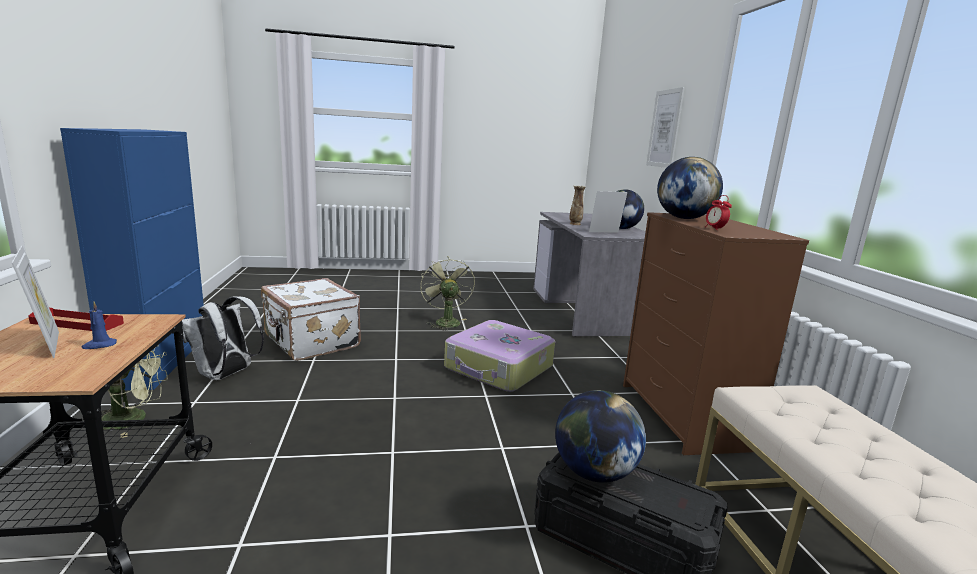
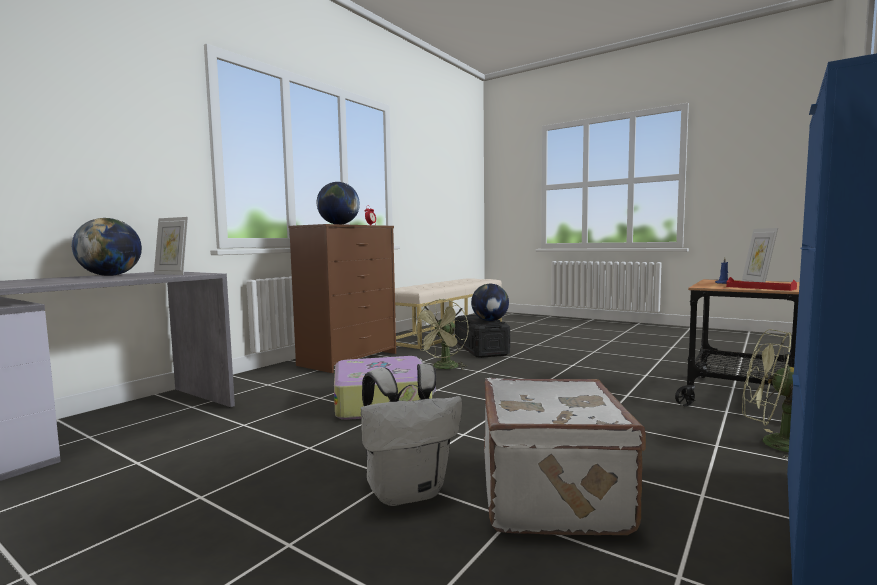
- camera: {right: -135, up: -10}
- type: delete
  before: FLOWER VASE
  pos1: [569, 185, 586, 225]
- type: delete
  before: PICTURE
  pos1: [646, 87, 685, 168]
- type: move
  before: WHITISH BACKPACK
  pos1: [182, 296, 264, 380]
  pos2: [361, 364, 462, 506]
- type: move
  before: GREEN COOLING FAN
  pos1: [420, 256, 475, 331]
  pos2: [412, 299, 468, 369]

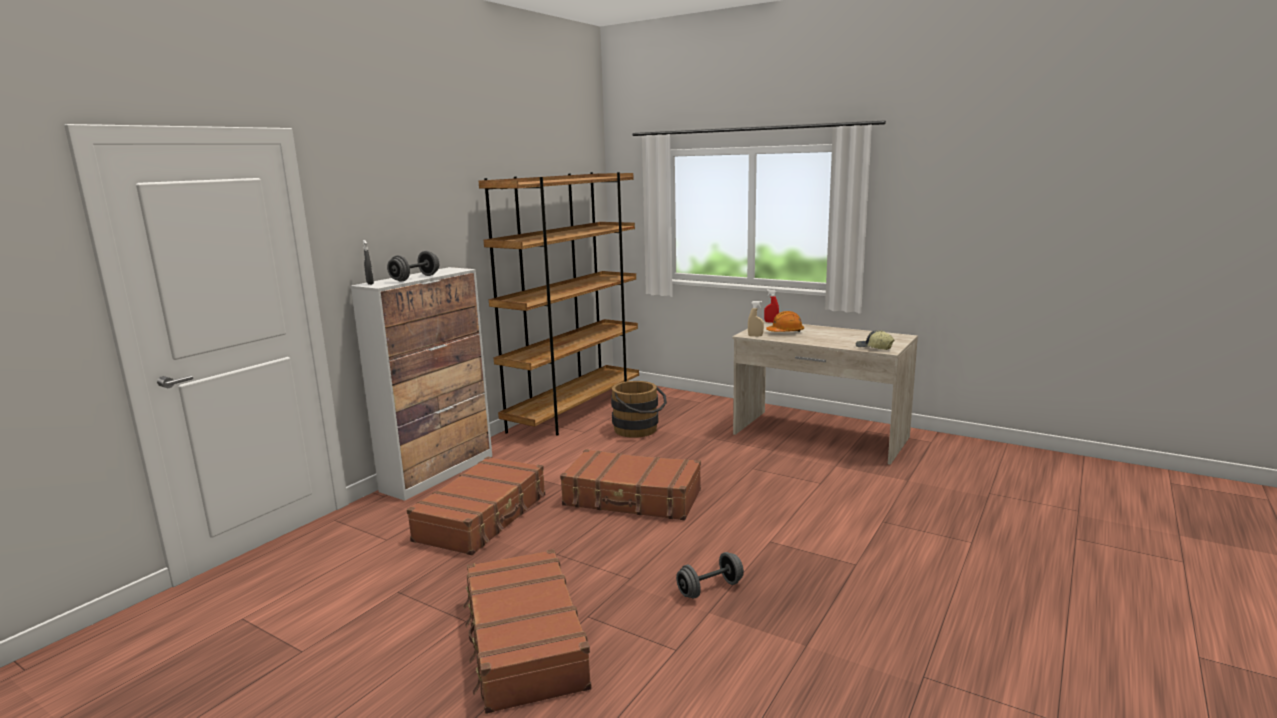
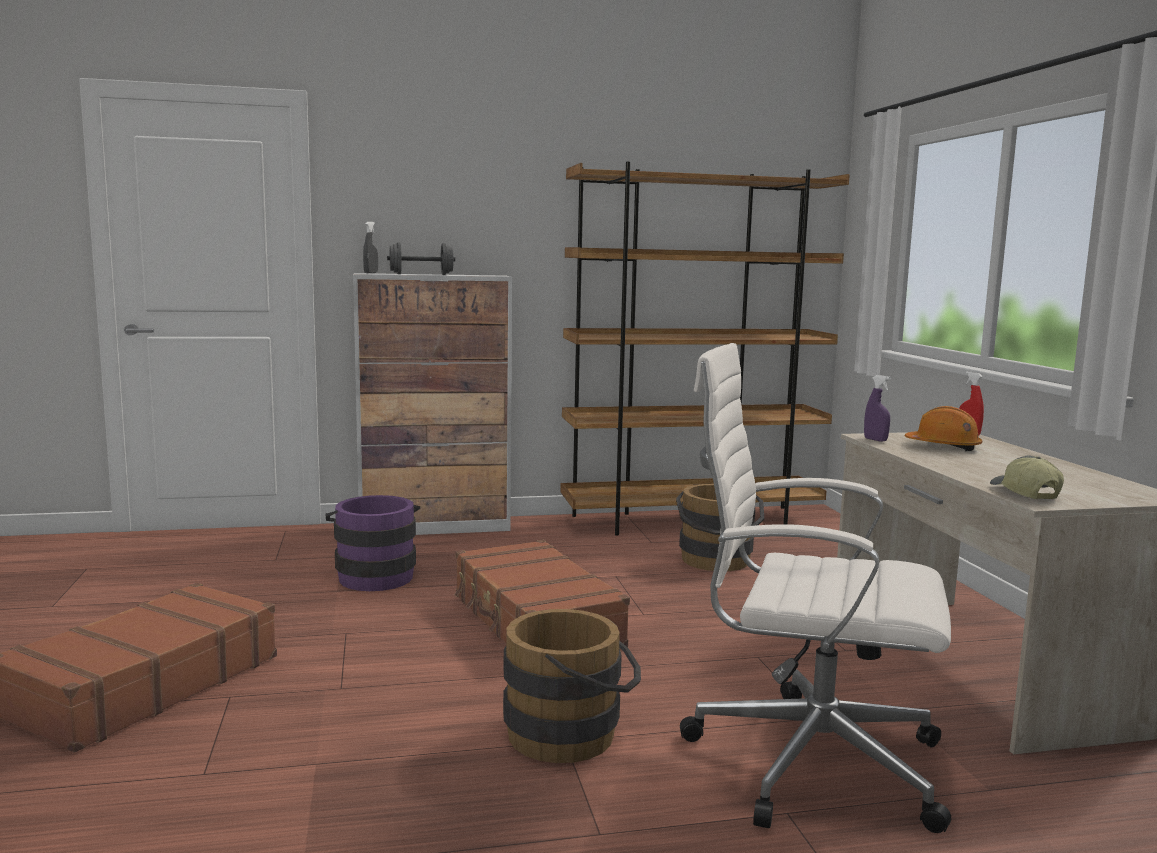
- camera: {right: 45, up: -5}
- type: delete
  before: GREYISH FREE WEIGHT
  pos1: [676, 552, 744, 599]
- type: insert
  after: BROWNISH BUCKET
  pos2: [503, 609, 641, 763]
- type: insert
  after: WHITISH COMPUTER CHAIR
  pos2: [680, 343, 951, 833]
- type: replace
  before: BROWNISH TRAVEL CASE
  after: PURPLE BUCKET
  pos1: [407, 457, 545, 555]
  pos2: [326, 495, 420, 591]
- type: recolor
  before: SAND-COLOURED SPRAYER
  after: PURPLE SPRAYER
  pos1: [748, 301, 764, 336]
  pos2: [864, 375, 891, 441]

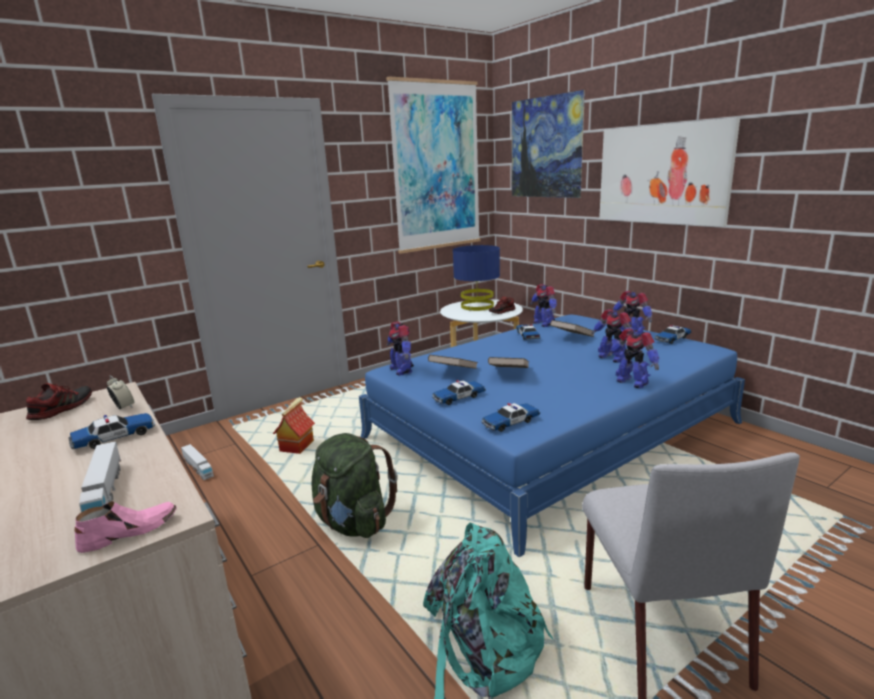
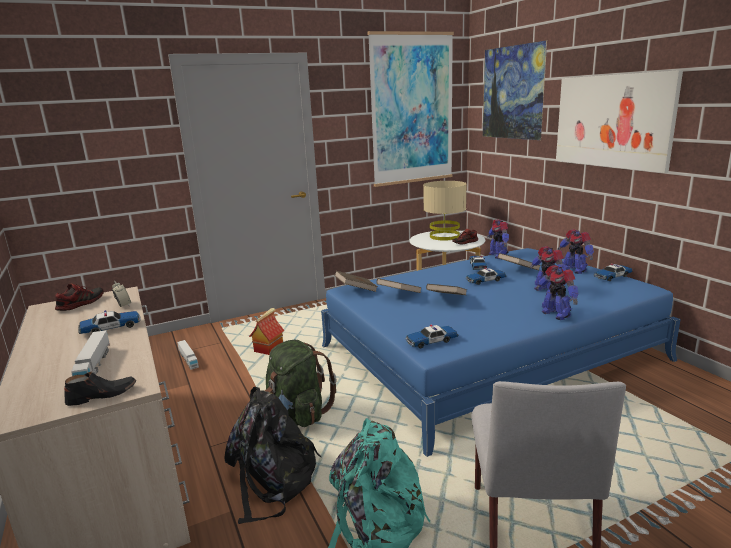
- camera: {right: 10, up: 0}
- type: insert
  after: BLACKISH BACKPACK
  pos2: [224, 387, 322, 524]
- type: move
  before: MODEL CAR
  pos1: [432, 380, 486, 405]
  pos2: [465, 268, 507, 285]
- type: replace
  before: ROBOT FIGURE
  after: BROWNISH BOUND BOOK
  pos1: [387, 322, 414, 376]
  pos2: [335, 271, 378, 292]
- type: recolor
  before: PINK-COLOURED LOW SHOE
  after: BLACKISH LOW SHOE
  pos1: [75, 501, 176, 553]
  pos2: [64, 371, 136, 406]
- type: recolor
  before: BLUE-COLOURED TABLE LAMP
  after: SAND-COLOURED TABLE LAMP
  pos1: [453, 245, 500, 311]
  pos2: [423, 181, 467, 241]

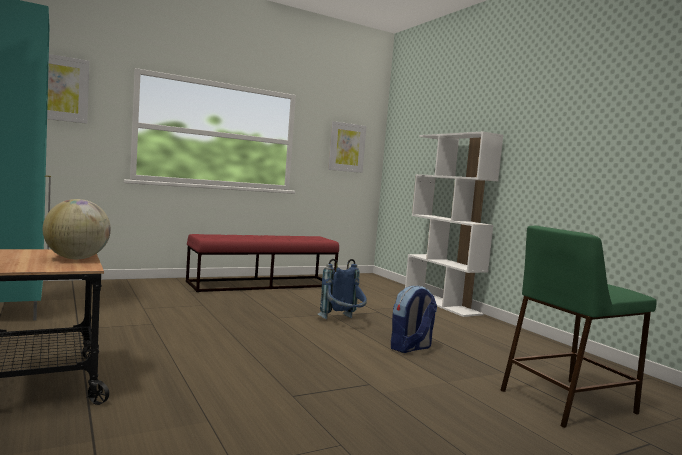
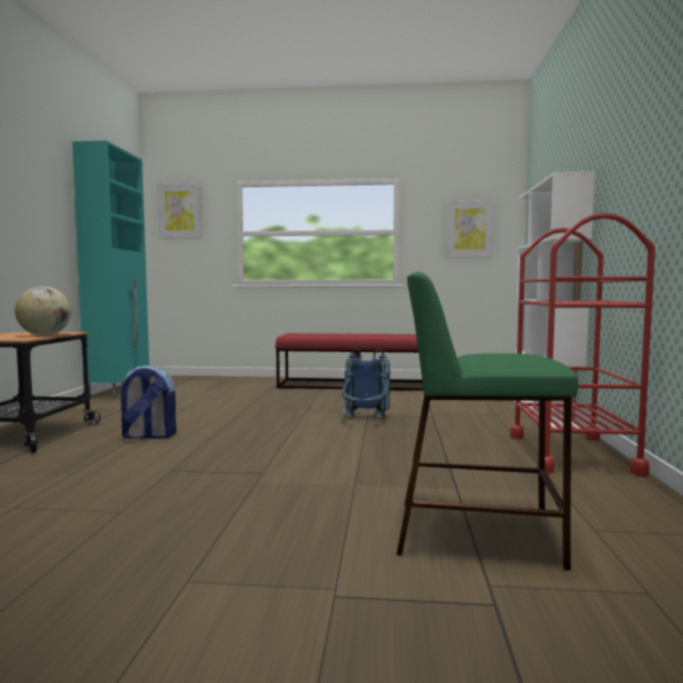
- camera: {right: 35, up: 0}
- type: insert
  after: RED-COLOURED CART
  pos2: [510, 212, 655, 476]
- type: move
  before: BACKPACK
  pos1: [391, 286, 437, 353]
  pos2: [119, 365, 177, 439]

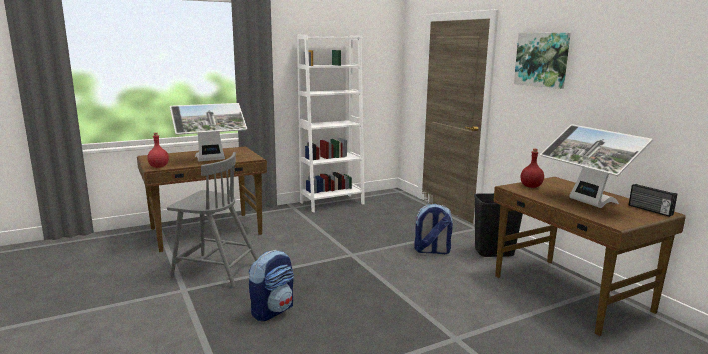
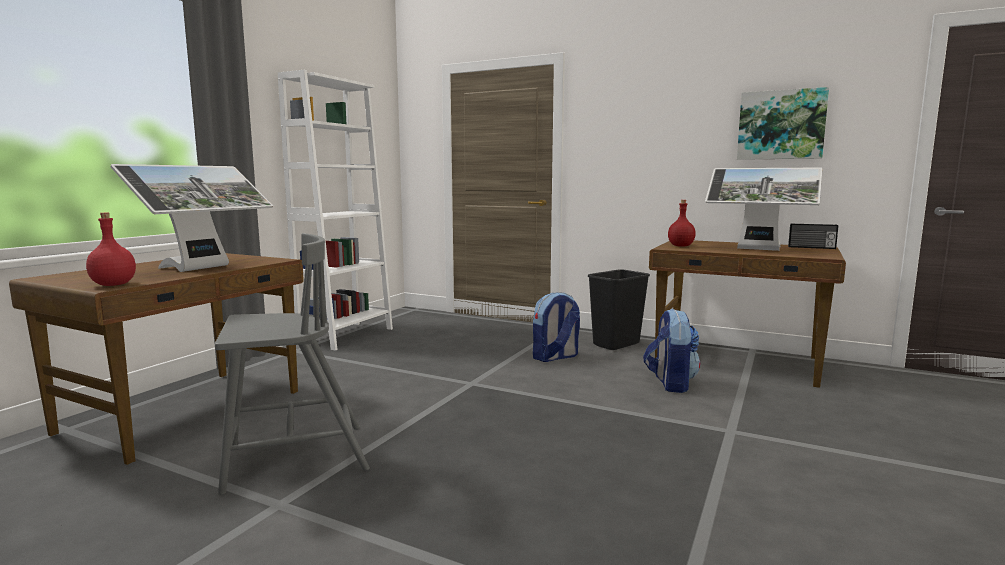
- camera: {right: -35, up: -5}
- type: move
  before: BACKPACK
  pos1: [248, 250, 294, 321]
  pos2: [643, 309, 700, 393]
- type: move
  before: PICTURE
  pos1: [514, 33, 571, 89]
  pos2: [737, 87, 829, 160]

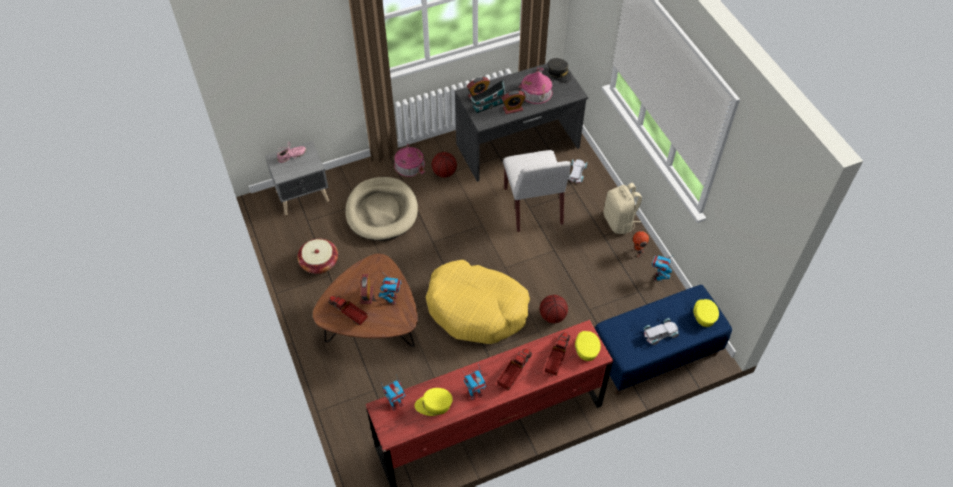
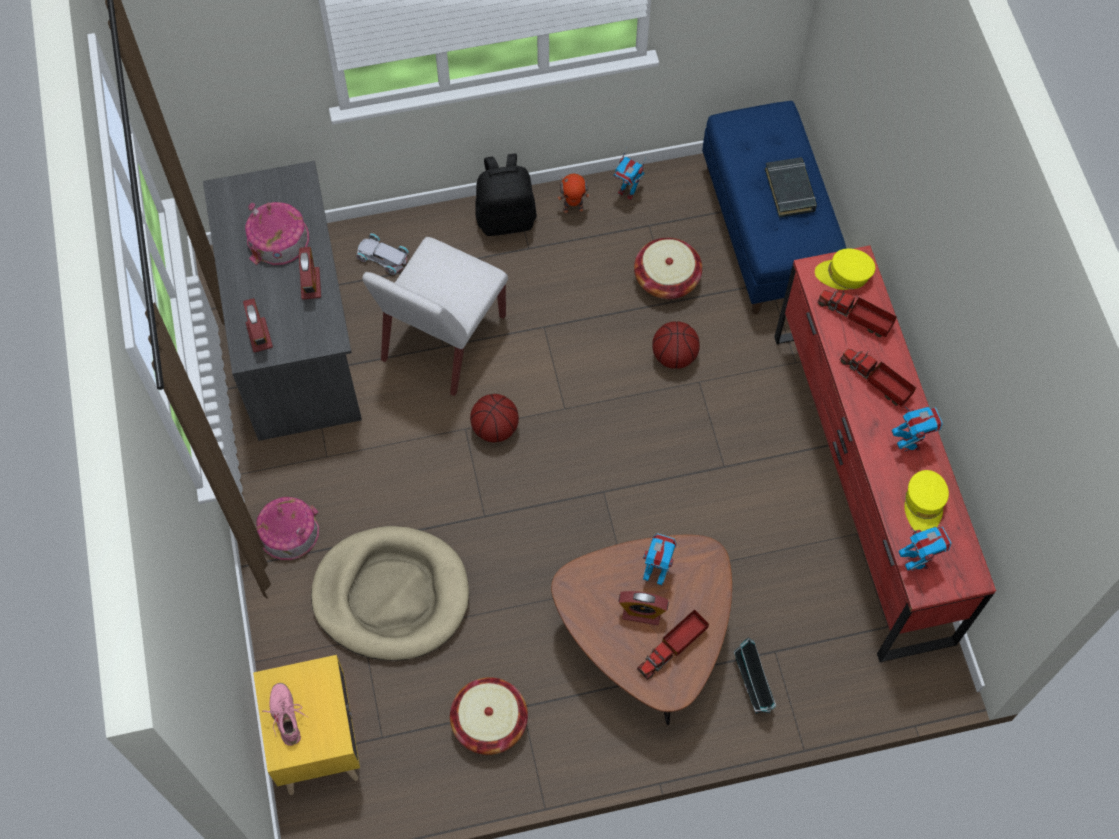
- camera: {right: -80, up: 10}
- type: delete
  before: YELLOW DOG CUSHION
  pos1: [426, 260, 530, 344]
- type: delete
  before: GREYISH CAP
  pos1: [548, 58, 572, 83]
- type: delete
  before: YELLOW CAP
  pos1: [693, 299, 719, 327]
- type: insert
  after: HOUSEHOLD BASKET
  pos2: [634, 238, 702, 299]
- type: move
  before: BASKETBALL BALL
  pos1: [432, 152, 457, 178]
  pos2: [470, 394, 519, 442]
- type: move
  before: TOY HOUSE
  pos1: [470, 80, 506, 113]
  pos2: [734, 637, 776, 714]
- type: replace
  before: WHITISH MODEL CAR
  after: BLACKISH BOUND BOOK
  pos1: [643, 318, 679, 345]
  pos2: [765, 157, 817, 217]
- type: recolor
  before: GREYISH NIGHTSTAND
  after: YELLOW NIGHTSTAND
  pos1: [265, 141, 329, 215]
  pos2: [253, 655, 360, 795]
- type: recolor
  before: SAND-COLOURED BACKPACK
  after: BLACKISH BACKPACK
  pos1: [604, 183, 642, 234]
  pos2: [475, 154, 537, 236]
- type: rotate
  before: WHITISH PLAIN CHAIR
  pos1: [503, 150, 571, 232]
  pos2: [362, 237, 508, 396]
  turn: 120

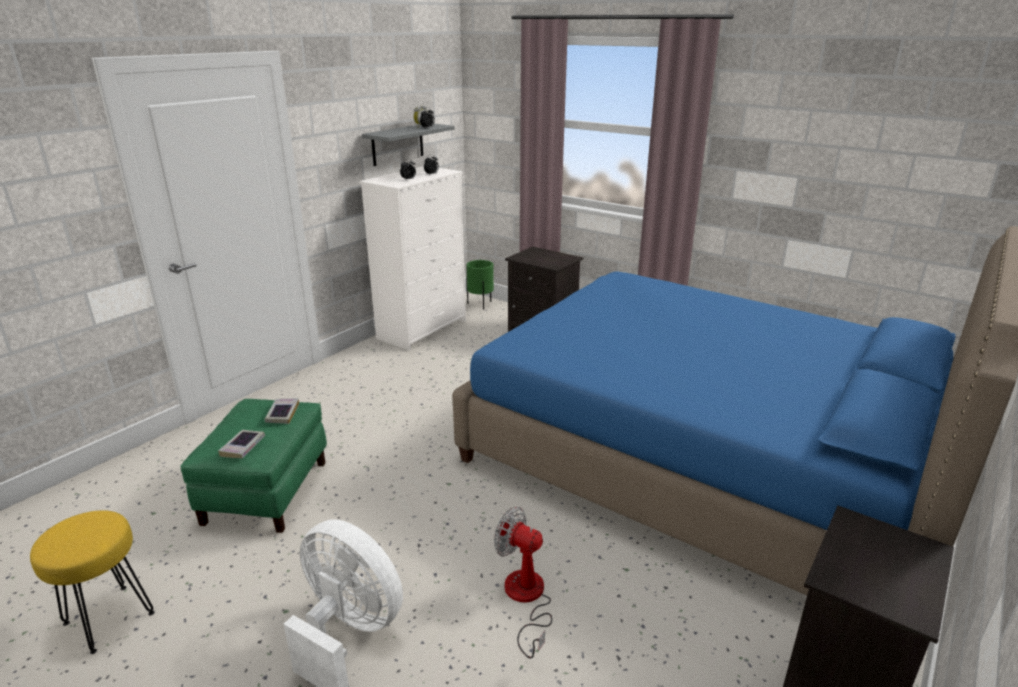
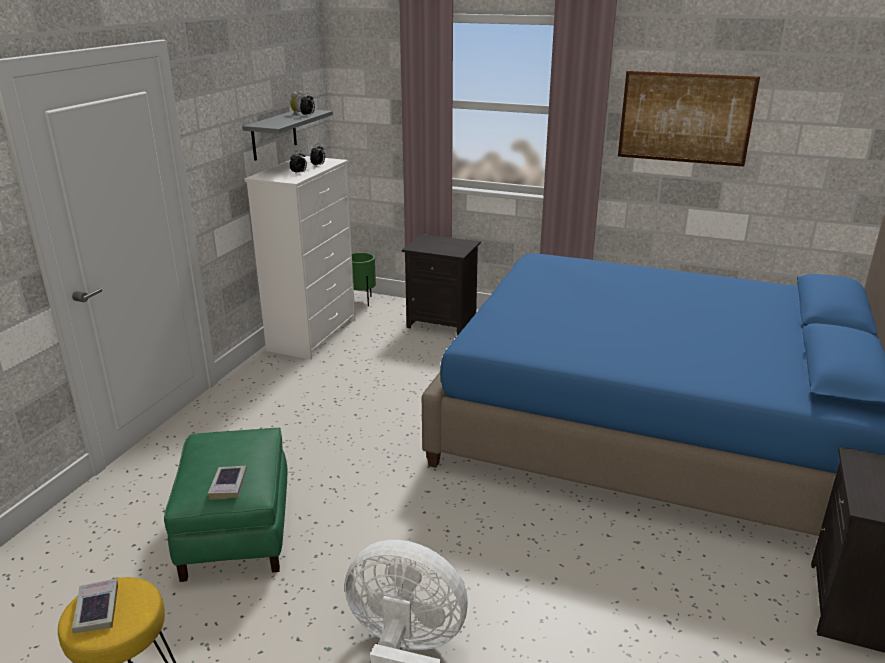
- camera: {right: -15, up: 0}
- type: delete
  before: COOLING FAN
  pos1: [494, 507, 552, 659]
- type: insert
  after: PICTURE
  pos2: [618, 71, 760, 167]
- type: move
  before: BOUND BOOK
  pos1: [265, 398, 299, 424]
  pos2: [72, 578, 118, 633]

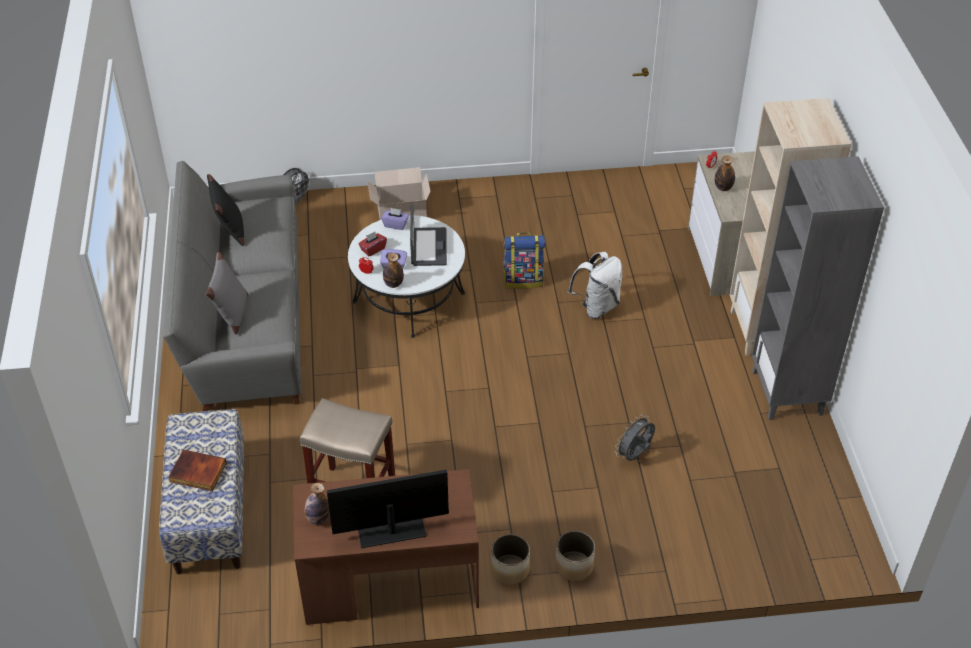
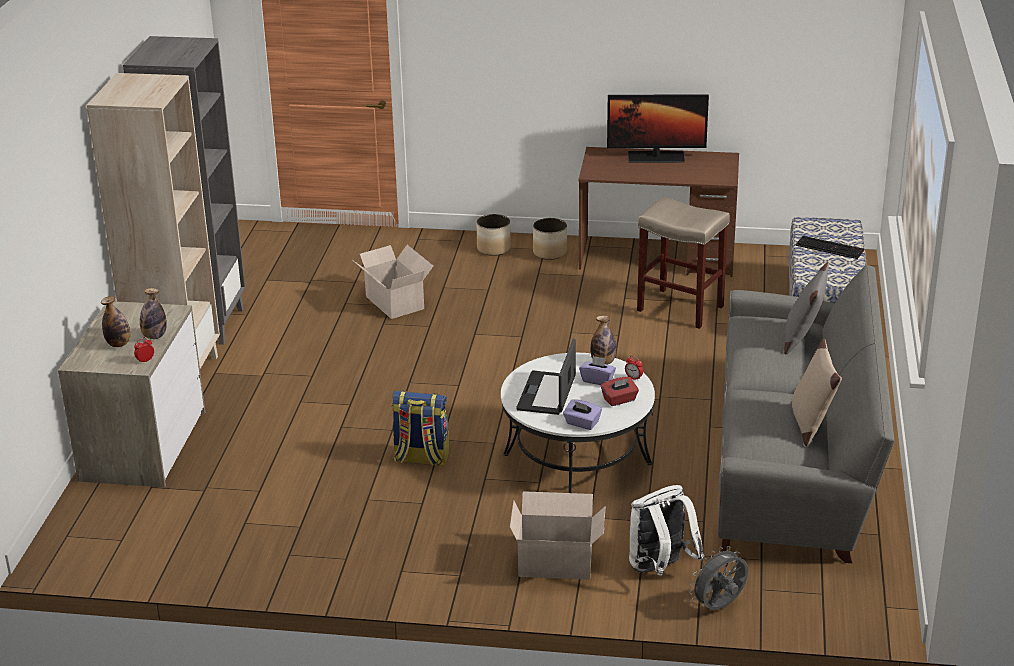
- camera: {right: -165, up: -15}
- type: move
  before: BEVERAGE BOTTLE
  pos1: [304, 483, 329, 525]
  pos2: [101, 296, 130, 347]
- type: move
  before: WHITISH BACKPACK
  pos1: [568, 252, 622, 319]
  pos2: [629, 485, 704, 576]
- type: replace
  before: BOUND BOOK
  after: KEYBOARD
  pos1: [168, 450, 227, 491]
  pos2: [795, 236, 864, 259]
- type: replace
  before: GREYISH COOLING FAN
  after: CARDBOARD BOX
  pos1: [615, 415, 655, 461]
  pos2: [354, 245, 433, 319]
- type: recolor
  before: BLACKISH CUSHION
  after: SAND-COLOURED CUSHION
  pos1: [207, 174, 245, 246]
  pos2: [791, 338, 842, 446]

